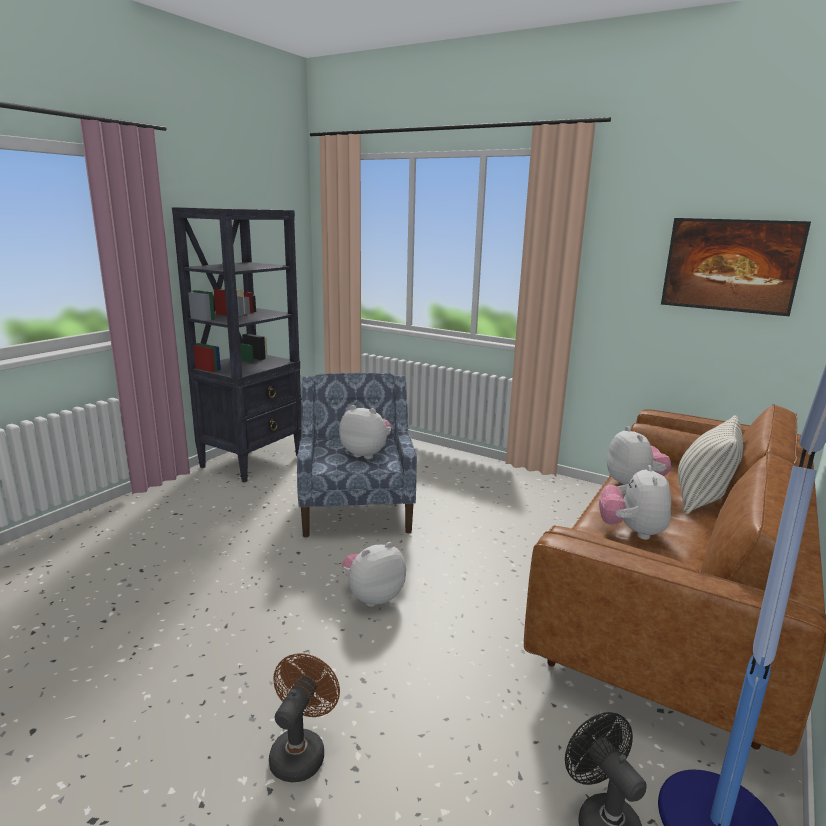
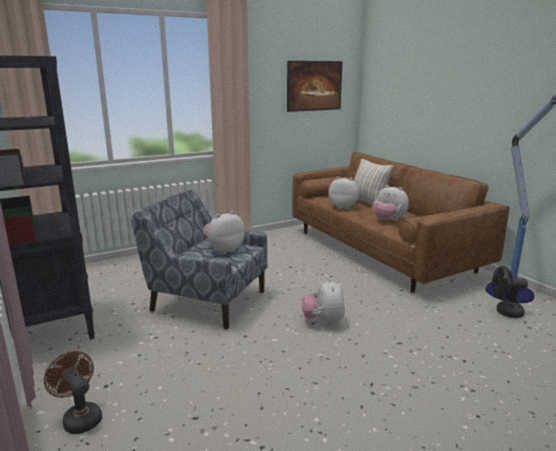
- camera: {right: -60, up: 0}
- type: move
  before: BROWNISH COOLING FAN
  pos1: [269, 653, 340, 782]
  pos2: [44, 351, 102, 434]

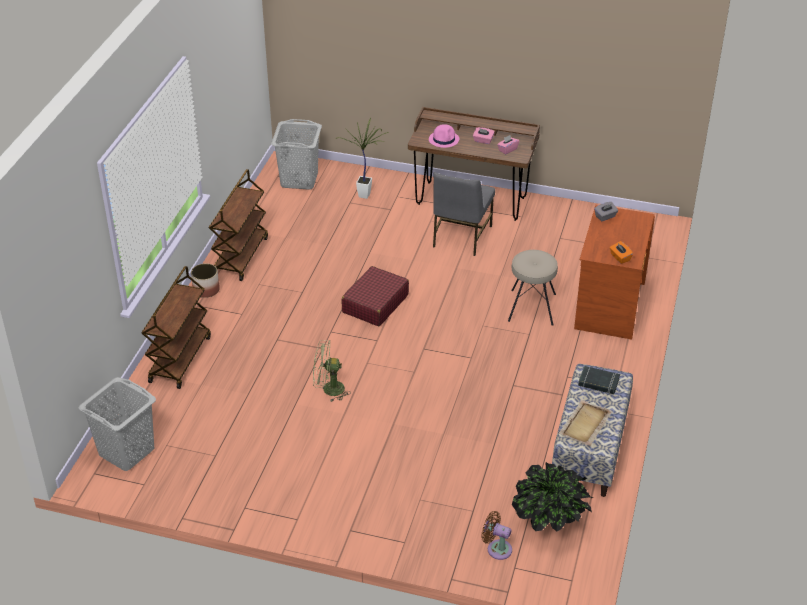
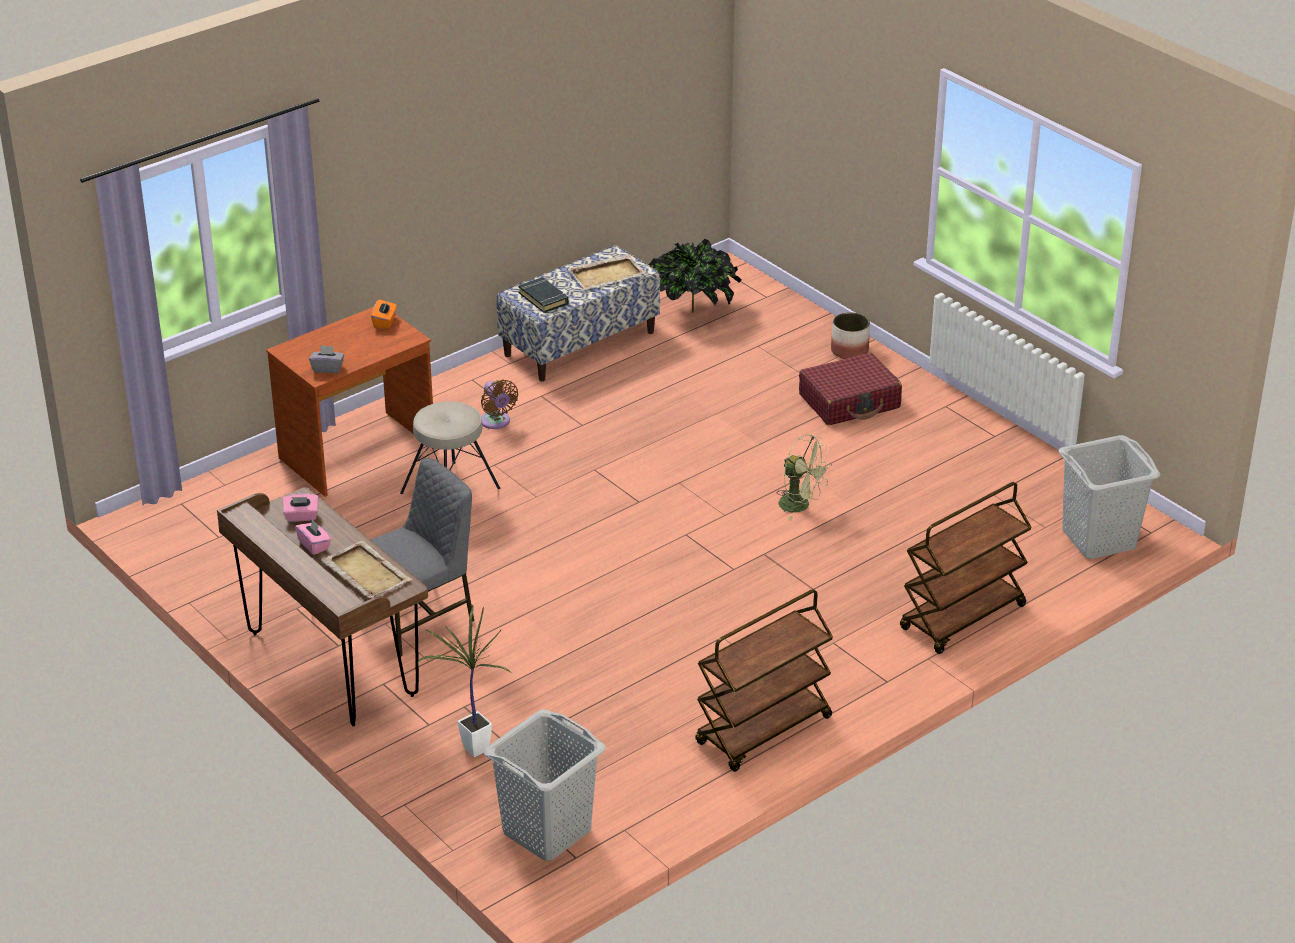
- camera: {right: -145, up: -5}
- type: move
  before: PLANTER
  pos1: [191, 263, 220, 298]
  pos2: [831, 312, 870, 359]
- type: move
  before: RED-COLOURED TRAVEL CASE
  pos1: [341, 266, 409, 326]
  pos2: [799, 353, 902, 425]
- type: move
  before: BROWNISH COOLING FAN
  pos1: [481, 511, 512, 560]
  pos2: [481, 379, 519, 429]
- type: replace
  before: PINK-COLOURED CLOTHING HAT
  after: SAND-COLOURED CARRYING TRAY
  pos1: [429, 124, 460, 148]
  pos2: [321, 540, 412, 598]

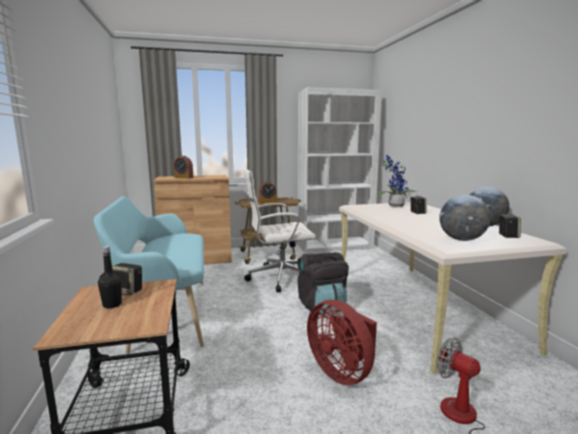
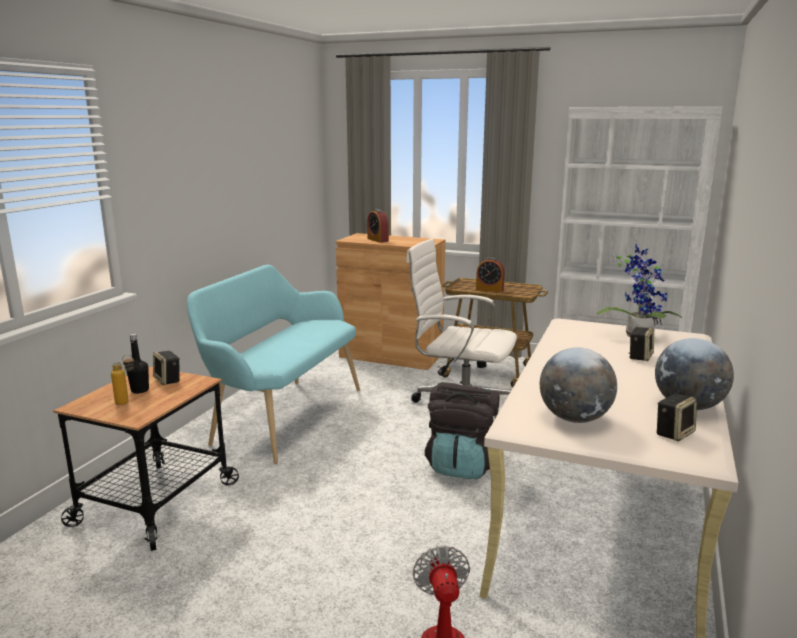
- camera: {right: 35, up: 5}
- type: delete
  before: RED-COLOURED COOLING FAN
  pos1: [307, 300, 377, 385]
- type: insert
  after: BEVERAGE BOTTLE
  pos2: [111, 355, 134, 405]

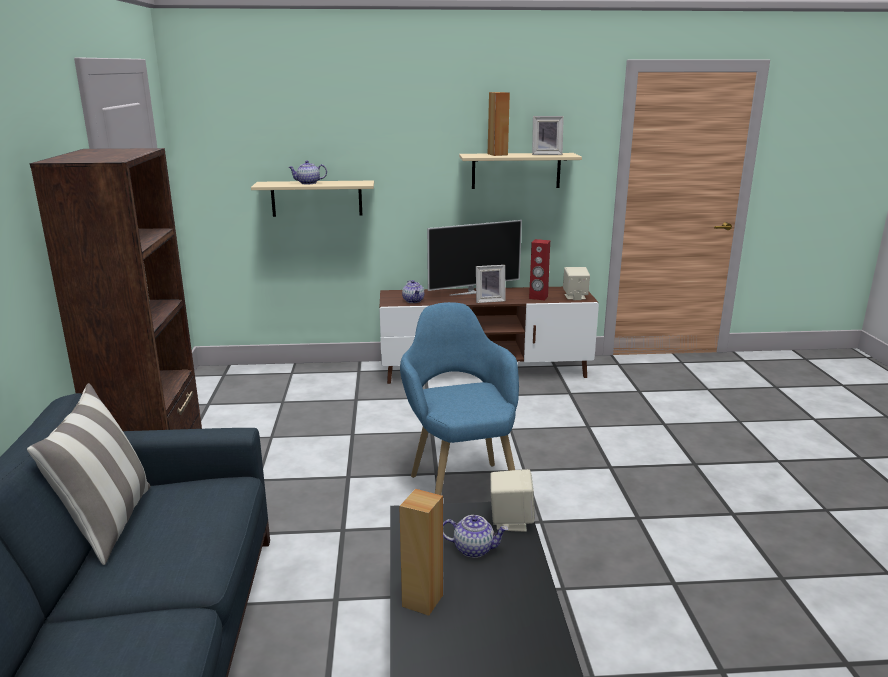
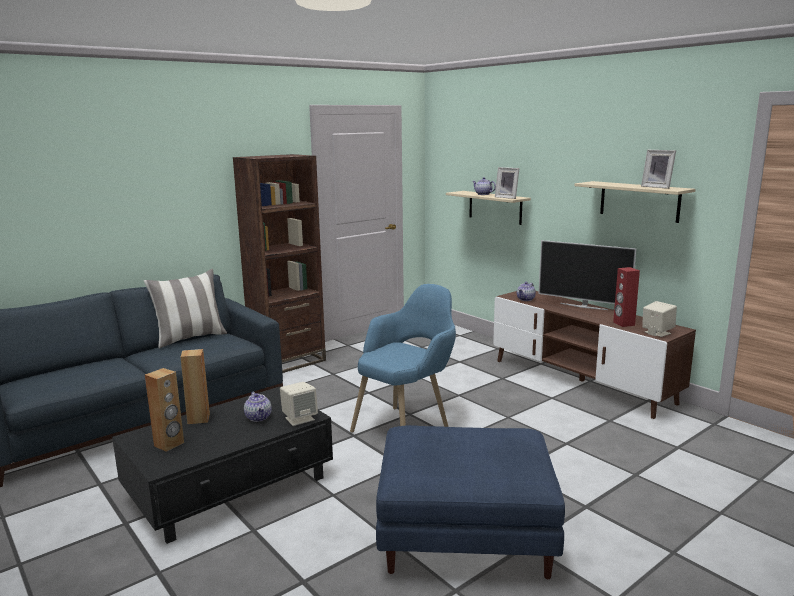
- camera: {right: 55, up: -5}
- type: insert
  after: BLUE-COLOURED OTTOMAN
  pos2: [376, 425, 565, 579]
- type: move
  before: STANDING FRAME
  pos1: [476, 265, 506, 303]
  pos2: [495, 167, 520, 199]
- type: move
  before: BROWNISH AUDIO SPEAKER
  pos1: [488, 92, 510, 156]
  pos2: [145, 368, 184, 452]

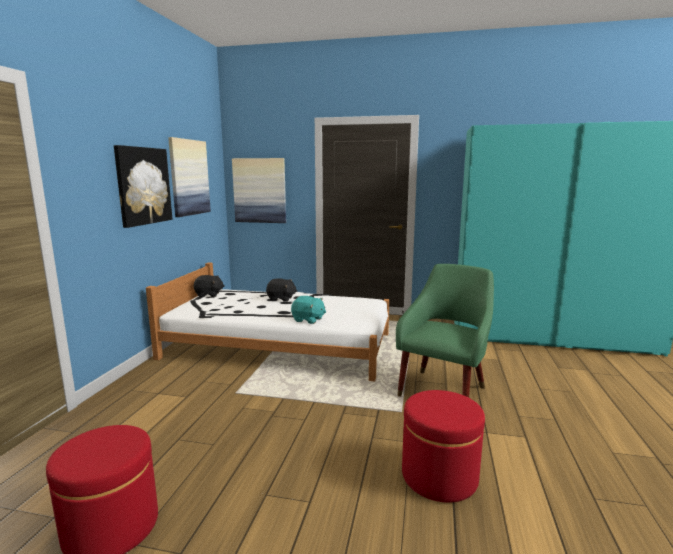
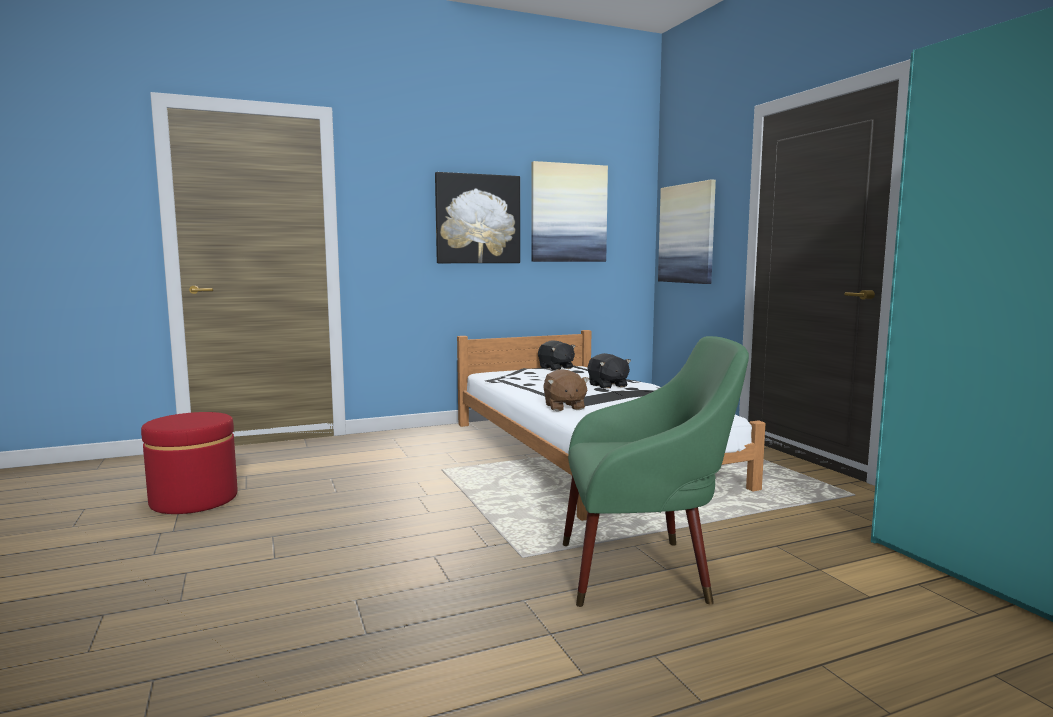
- camera: {right: 55, up: -5}
- type: delete
  before: RED-COLOURED OTTOMAN
  pos1: [402, 390, 485, 503]
- type: recolor
  before: TURQUOISE-COLOURED SOFT TOY
  after: BROWNISH SOFT TOY
  pos1: [291, 296, 326, 324]
  pos2: [543, 369, 590, 411]

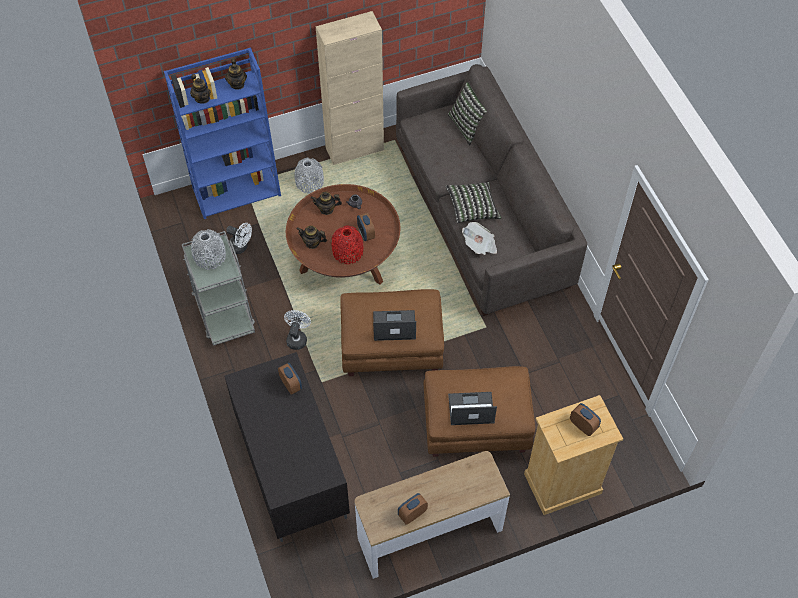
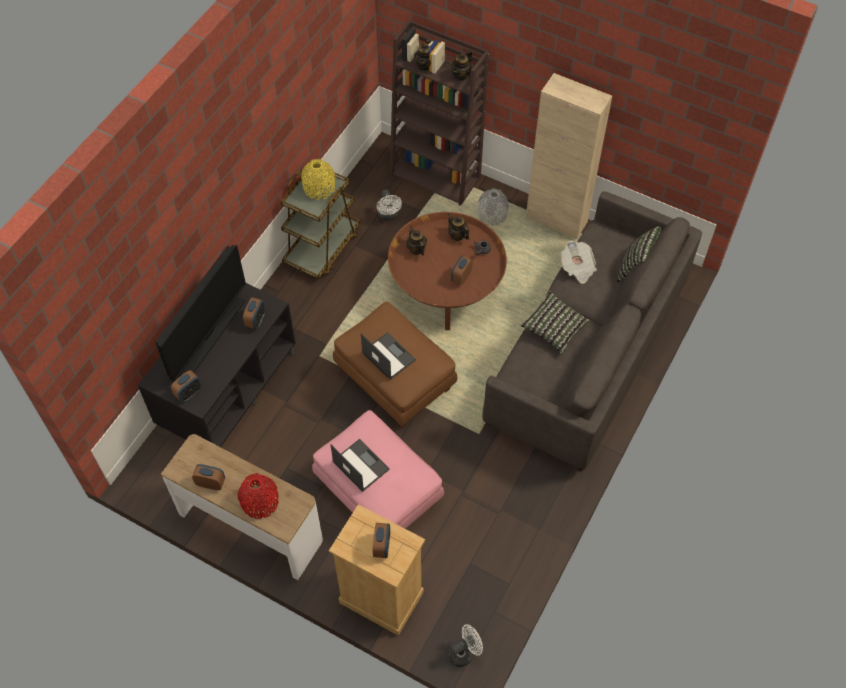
- camera: {right: 50, up: 0}
- type: insert
  after: TV SET
  pos2: [155, 245, 246, 382]
- type: insert
  after: BEDSIDE CLOCK
  pos2: [171, 370, 202, 402]
- type: move
  before: WHITISH COOLING FAN
  pos1: [284, 310, 311, 350]
  pos2: [448, 624, 483, 667]
- type: move
  before: RED-COLOURED FLOWER VASE
  pos1: [331, 226, 363, 264]
  pos2: [238, 473, 279, 519]
- type: move
  before: NEWSPAPER
  pos1: [462, 222, 497, 255]
  pos2: [561, 240, 597, 284]
- type: recolor
  before: BLUE-COLOURED BOOKSHELF
  after: BROWNISH BOOKSHELF
  pos1: [164, 47, 281, 219]
  pos2: [390, 20, 489, 206]
- type: recolor
  before: GREYISH CART
  after: BROWNISH CART
  pos1: [182, 231, 255, 346]
  pos2: [281, 166, 360, 279]
- type: recolor
  before: GREYISH FLOWER VASE
  after: YELLOW FLOWER VASE
  pos1: [191, 229, 226, 270]
  pos2: [301, 159, 335, 200]
- type: recolor
  before: BROWNISH OTTOMAN
  after: PINK-COLOURED OTTOMAN
  pos1: [423, 366, 535, 457]
  pos2: [312, 410, 444, 529]

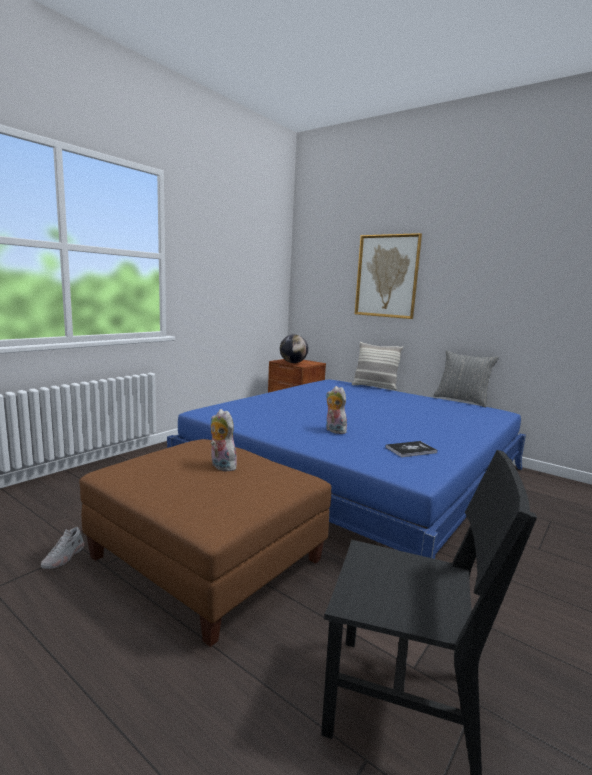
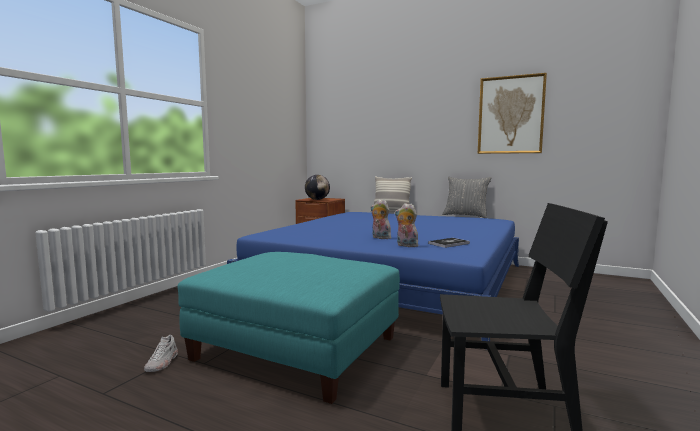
- camera: {right: -10, up: -5}
- type: move
  before: SOFT TOY
  pos1: [211, 409, 239, 471]
  pos2: [395, 203, 418, 247]
- type: move
  before: PICTURE
  pos1: [355, 233, 422, 319]
  pos2: [478, 73, 547, 154]
- type: recolor
  before: BROWNISH OTTOMAN
  after: TURQUOISE-COLOURED OTTOMAN
  pos1: [79, 439, 331, 647]
  pos2: [177, 252, 400, 404]

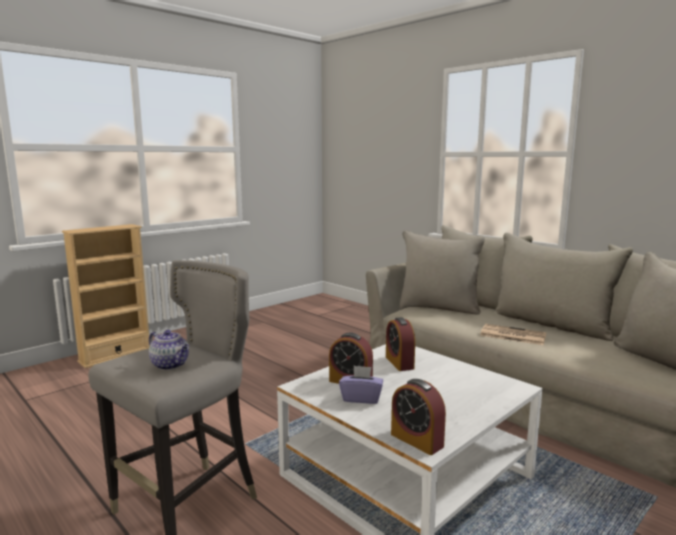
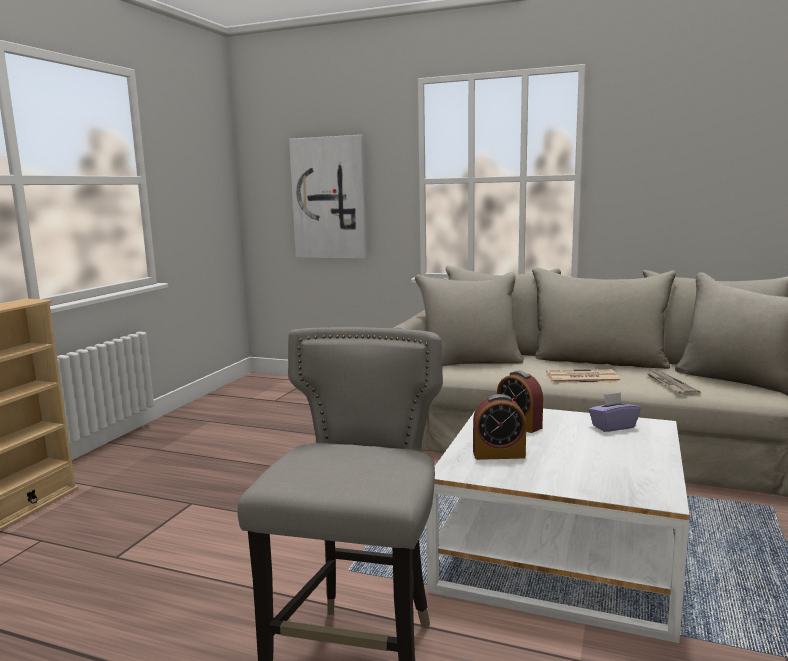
- camera: {right: -25, up: 0}
- type: delete
  before: TEAPOT
  pos1: [149, 330, 189, 370]
- type: delete
  before: BEDSIDE CLOCK
  pos1: [391, 379, 446, 455]
- type: insert
  after: PICTURE
  pos2: [289, 135, 367, 259]
- type: insert
  after: NEWSPAPER
  pos2: [647, 371, 700, 395]
- type: move
  before: PURPLE TISSUE BOX
  pos1: [339, 366, 383, 404]
  pos2: [589, 392, 641, 432]

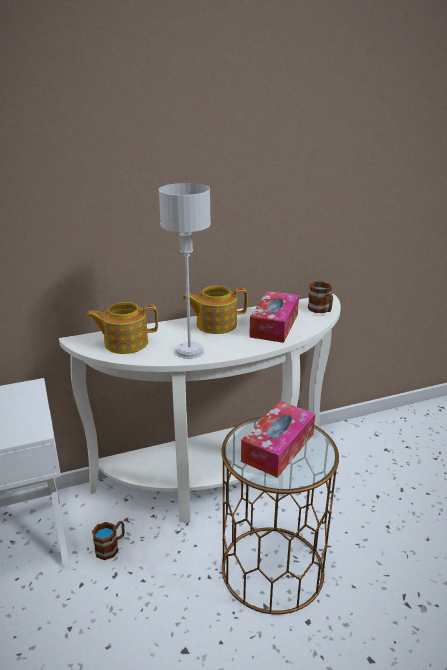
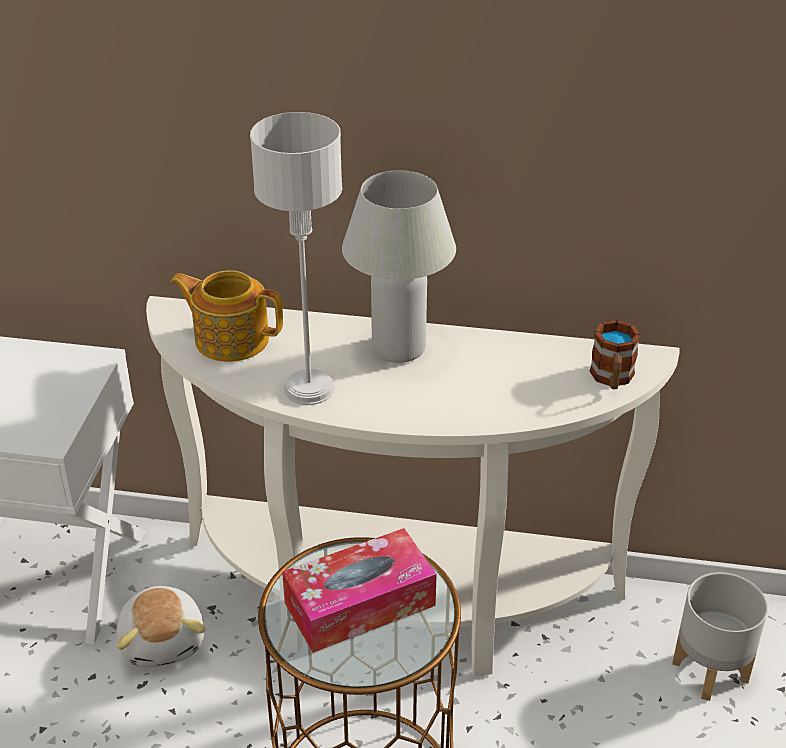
- camera: {right: 30, up: 10}
- type: delete
  before: TISSUE BOX
  pos1: [249, 291, 299, 343]
- type: insert
  after: GREYISH PLANTER
  pos2: [672, 572, 768, 701]
- type: replace
  before: COFFEE MUG
  after: SOFT TOY
  pos1: [92, 521, 125, 560]
  pos2: [117, 586, 205, 667]
- type: replace
  before: TEAPOT
  after: WHITISH TABLE LAMP
  pos1: [182, 286, 248, 334]
  pos2: [342, 170, 456, 363]

